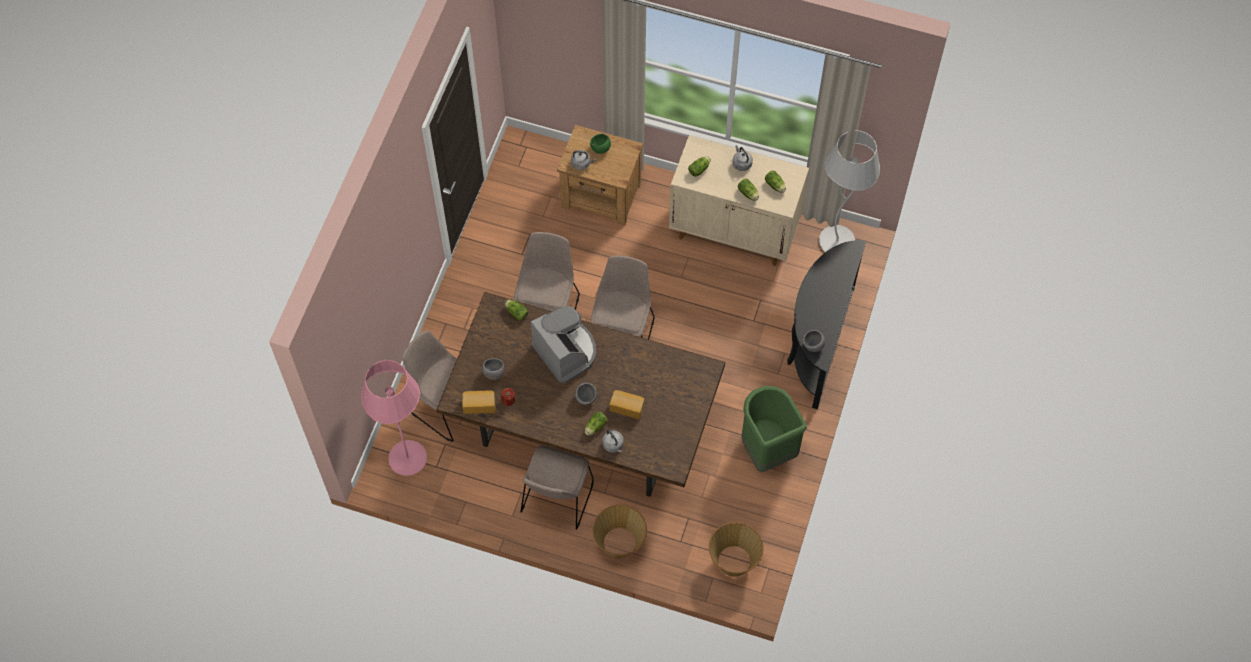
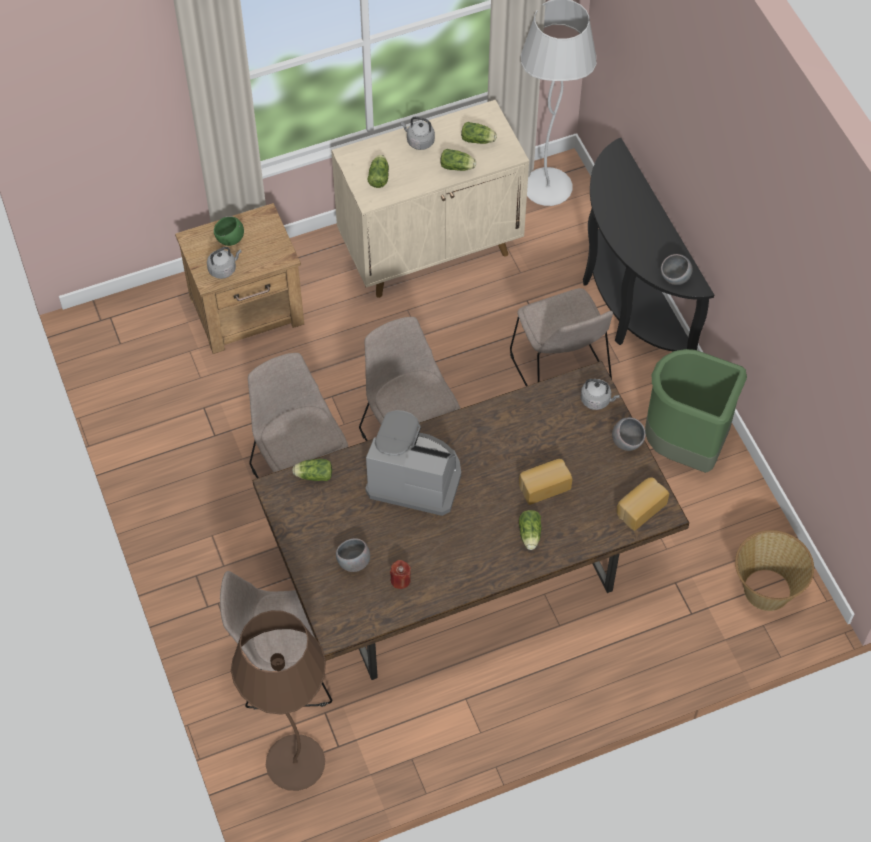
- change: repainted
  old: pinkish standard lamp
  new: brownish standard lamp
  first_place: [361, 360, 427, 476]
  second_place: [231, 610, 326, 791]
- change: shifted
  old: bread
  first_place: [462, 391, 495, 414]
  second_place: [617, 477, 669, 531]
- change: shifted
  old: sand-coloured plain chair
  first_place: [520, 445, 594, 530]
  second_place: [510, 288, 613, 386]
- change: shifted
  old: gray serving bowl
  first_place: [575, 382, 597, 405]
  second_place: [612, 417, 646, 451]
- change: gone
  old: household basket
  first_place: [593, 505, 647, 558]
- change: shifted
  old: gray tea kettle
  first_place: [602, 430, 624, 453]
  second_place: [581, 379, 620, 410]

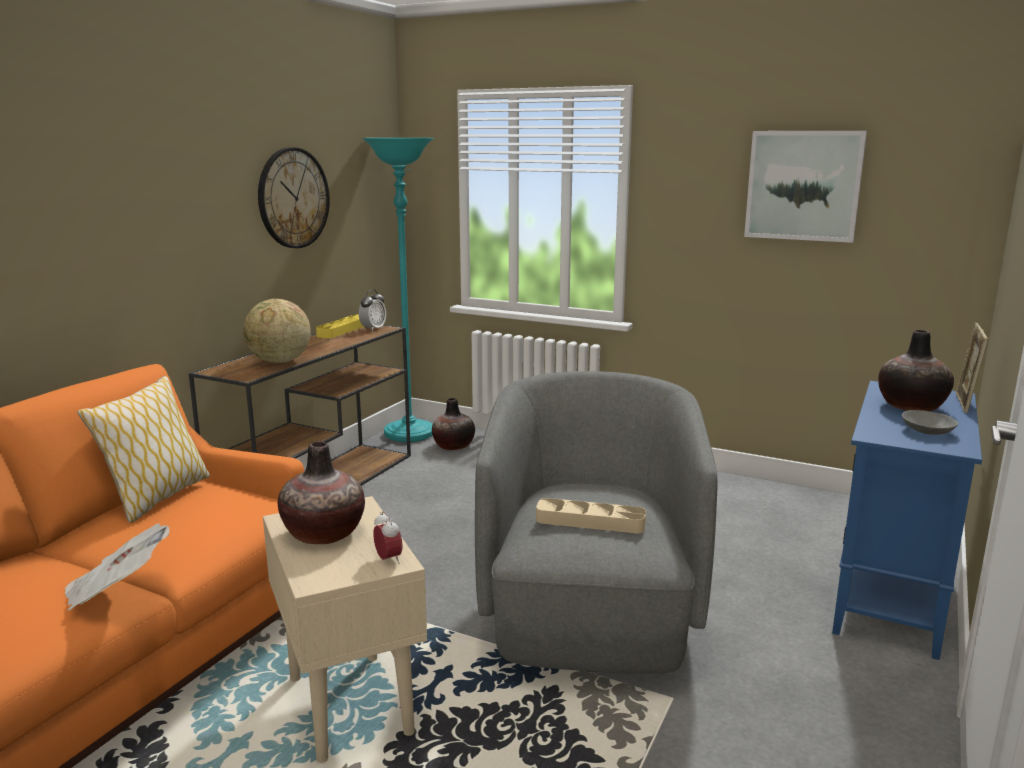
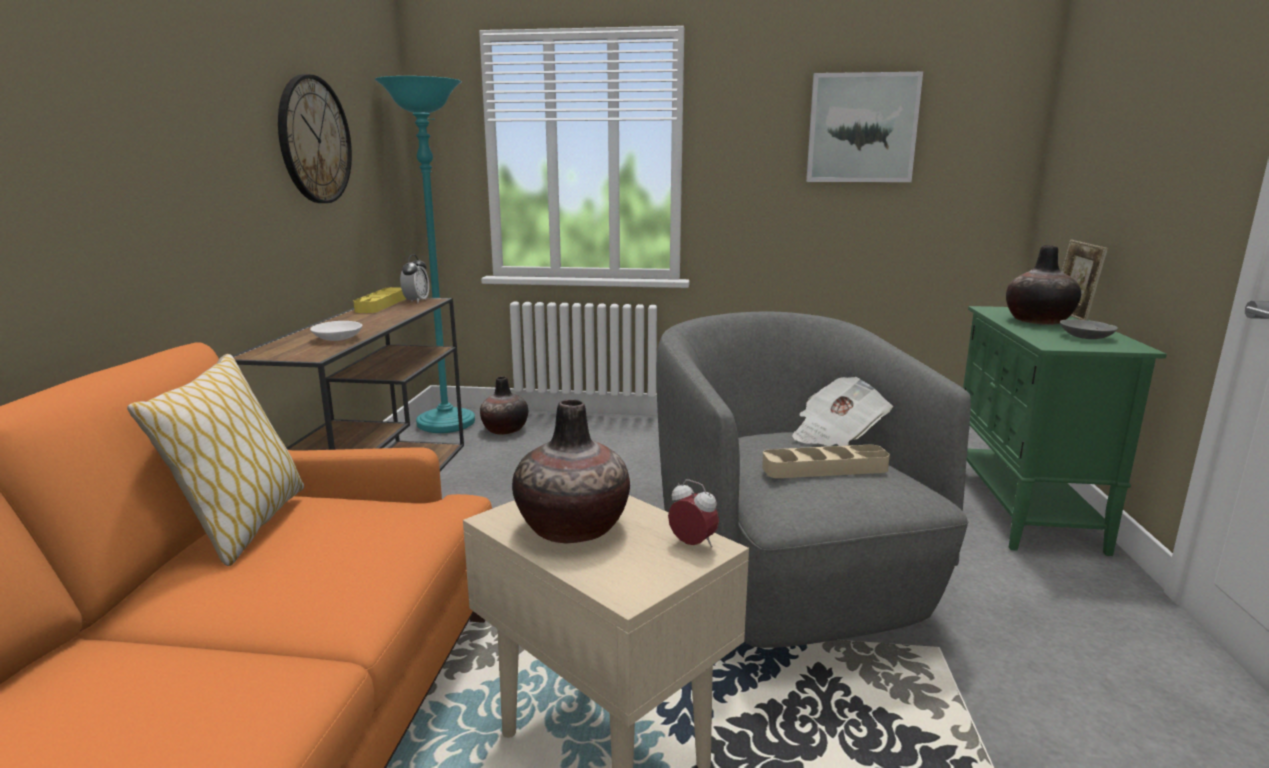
- change: shifted
  old: printed paper
  first_place: [65, 523, 169, 611]
  second_place: [792, 377, 893, 446]
- change: swapped
  old: globe
  new: whitish serving bowl
  first_place: [243, 299, 311, 363]
  second_place: [310, 321, 362, 341]
- change: repainted
  old: bluish cupboard
  new: green cupboard
  first_place: [832, 381, 982, 660]
  second_place: [963, 306, 1167, 556]

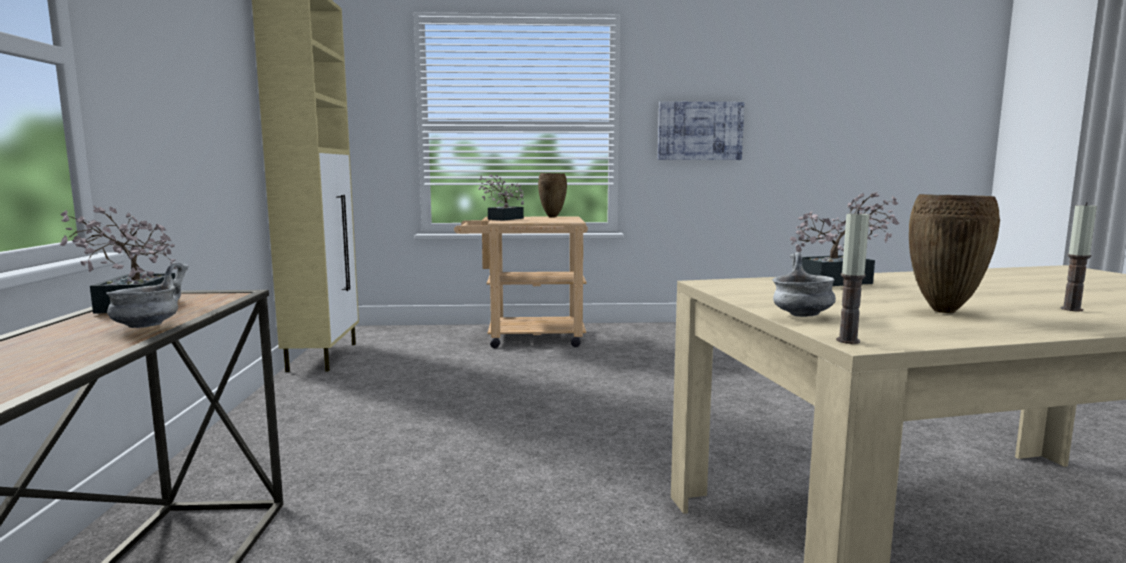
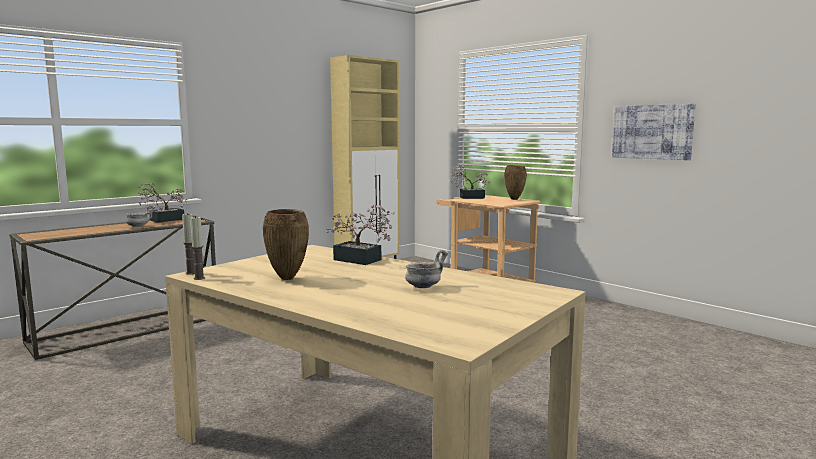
- change: shifted
  old: gray serving bowl
  first_place: [772, 252, 836, 317]
  second_place: [405, 250, 449, 288]
- change: shifted
  old: wax light
  first_place: [1061, 202, 1097, 311]
  second_place: [190, 216, 205, 280]

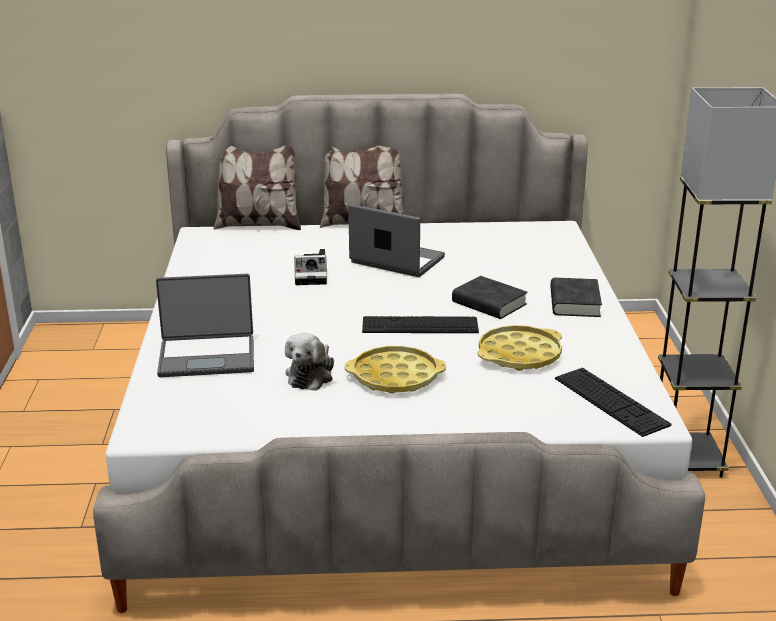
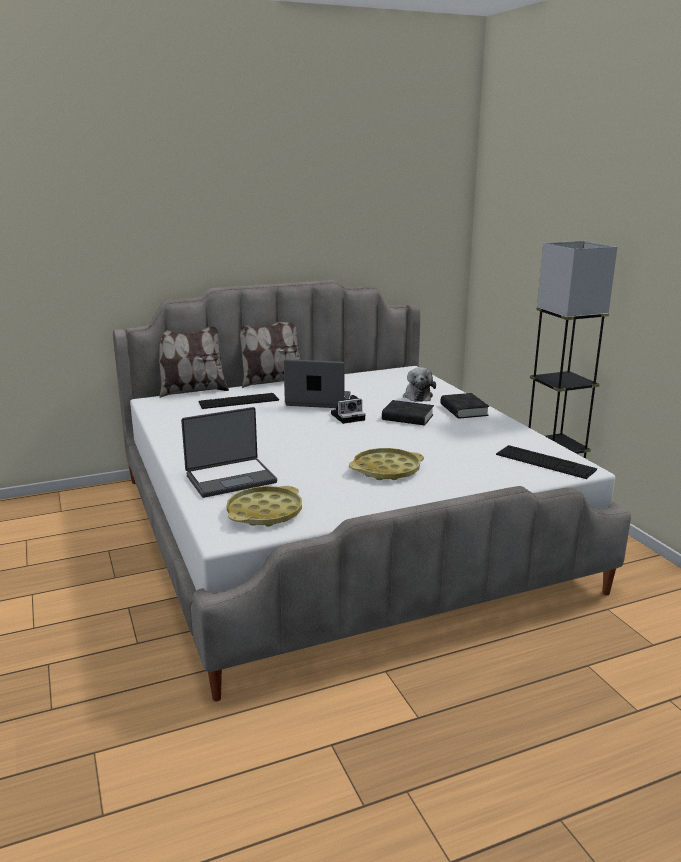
- change: shifted
  old: plush toy
  first_place: [285, 333, 334, 391]
  second_place: [403, 367, 436, 402]
- change: shifted
  old: photo camera
  first_place: [294, 249, 327, 285]
  second_place: [331, 395, 365, 424]
- change: shifted
  old: computer keyboard
  first_place: [362, 316, 479, 333]
  second_place: [198, 393, 279, 409]
- change: shifted
  old: yellowish serving tray
  first_place: [478, 325, 562, 371]
  second_place: [227, 486, 302, 527]

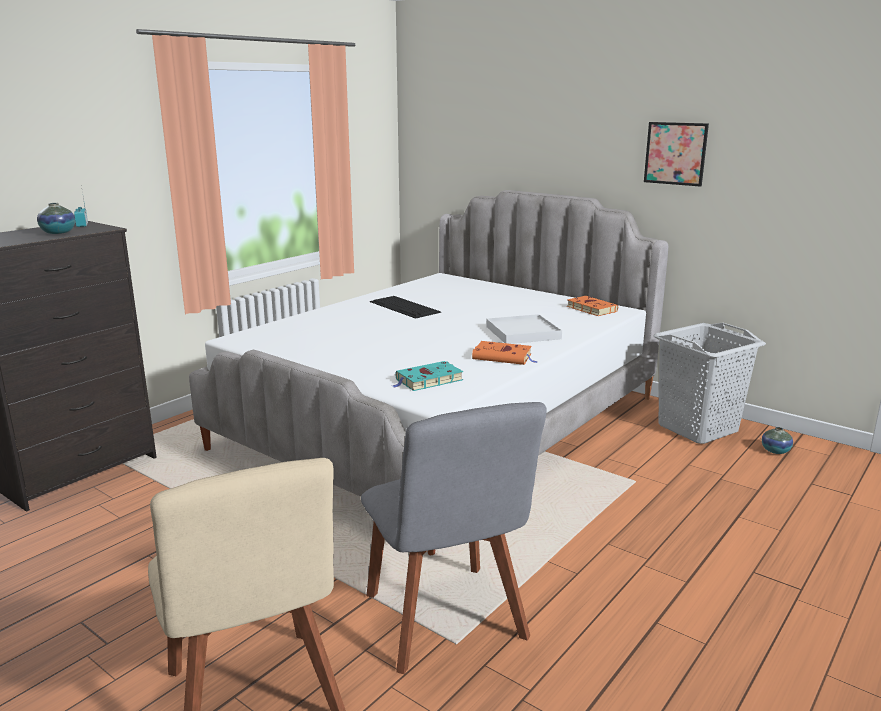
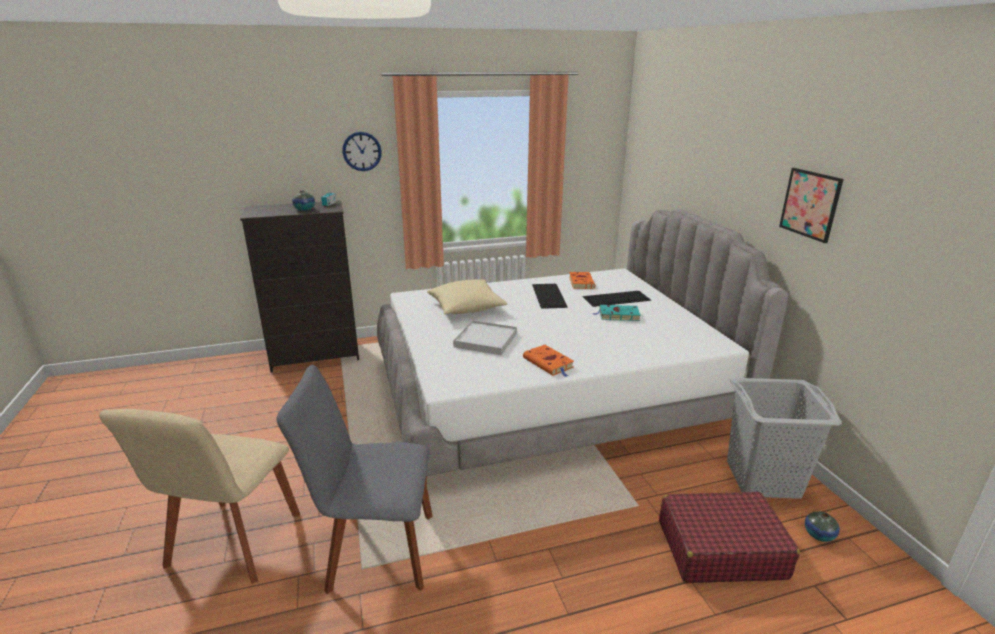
- change: rotated
  old: gray plain chair
  first_place: [361, 402, 547, 674]
  second_place: [276, 365, 433, 594]
  degrees: 75
- change: shifted
  old: turquoise volume
  first_place: [393, 361, 463, 391]
  second_place: [593, 305, 640, 321]
- change: shifted
  old: whitish serving tray
  first_place: [486, 314, 562, 344]
  second_place: [453, 320, 517, 355]
- change: shifted
  old: orange volume
  first_place: [567, 296, 618, 316]
  second_place: [569, 272, 595, 289]
- change: new
  new: hanging clock
  second_place: [342, 132, 382, 171]
- change: new
  new: sand-coloured pillow
  second_place: [427, 279, 508, 314]
- change: new
  new: computer keyboard
  second_place: [583, 291, 651, 307]
- change: new
  new: reddish suitcase
  second_place: [659, 492, 800, 583]

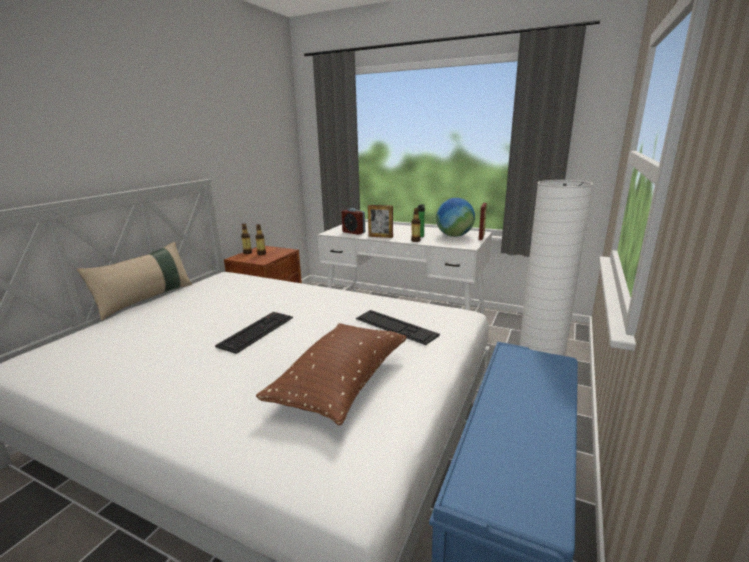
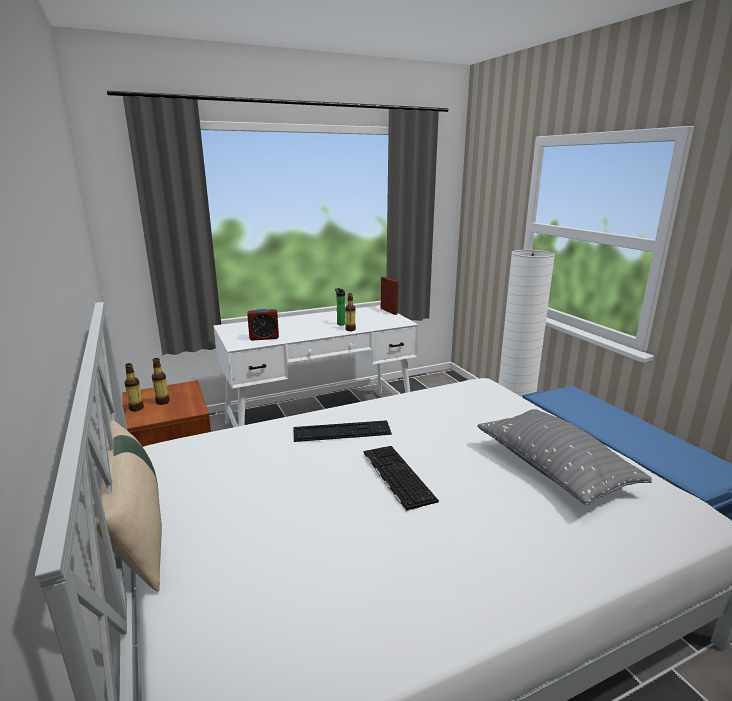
- change: repainted
  old: brownish pillow
  new: gray pillow
  first_place: [256, 323, 407, 425]
  second_place: [477, 409, 652, 505]
- change: shifted
  old: computer keyboard
  first_place: [356, 310, 440, 345]
  second_place: [294, 420, 392, 442]
- change: gone
  old: picture frame
  first_place: [368, 205, 393, 238]
- change: gone
  old: globe
  first_place: [436, 198, 475, 237]

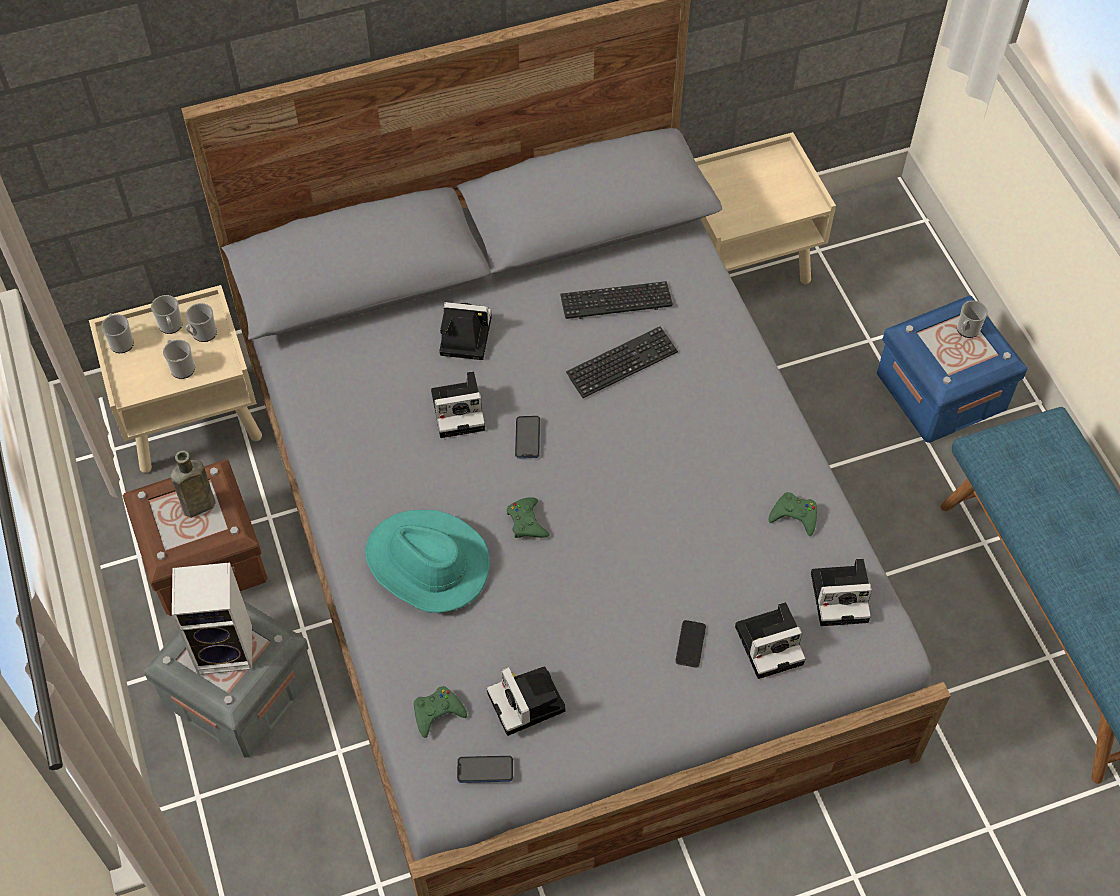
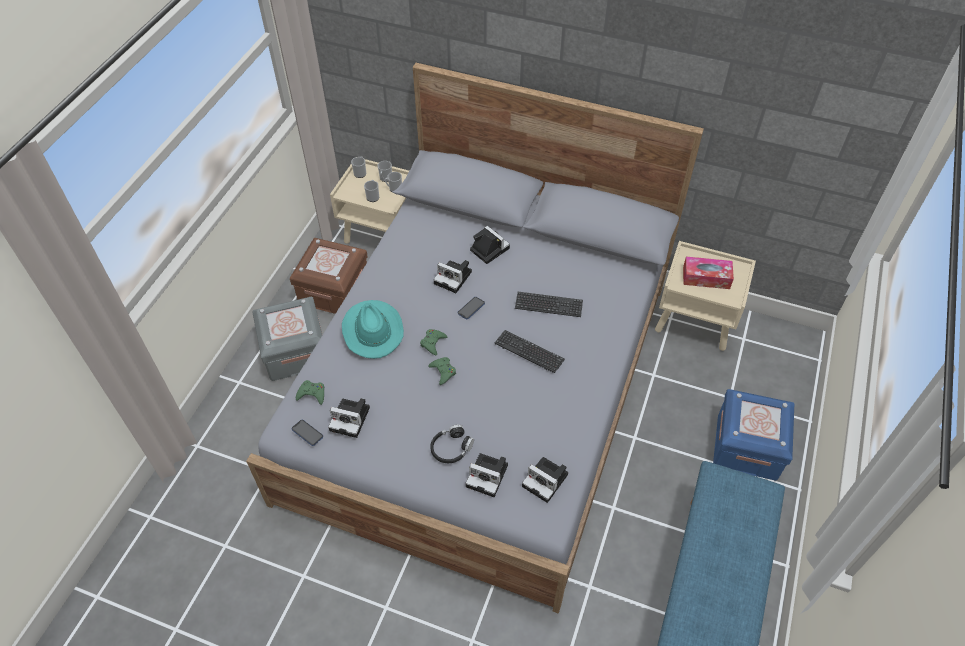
- change: gone
  old: brownish bottle
  first_place: [170, 450, 216, 518]
- change: gone
  old: speaker
  first_place: [172, 563, 252, 675]
- change: rotated
  old: photo camera
  first_place: [487, 666, 566, 736]
  second_place: [328, 398, 370, 438]
  degrees: -90
- change: shifted
  old: computer keyboard
  first_place: [560, 281, 673, 319]
  second_place: [495, 330, 565, 373]
- change: swapped
  old: telephone
  new: blackish headphones
  first_place: [676, 620, 706, 668]
  second_place: [430, 424, 474, 463]
- change: shifted
  old: green game controller
  first_place: [769, 492, 817, 536]
  second_place: [428, 357, 456, 385]
- change: gone
  old: mug
  first_place: [957, 300, 988, 338]
- change: new
  new: tissue box
  second_place: [683, 256, 734, 289]

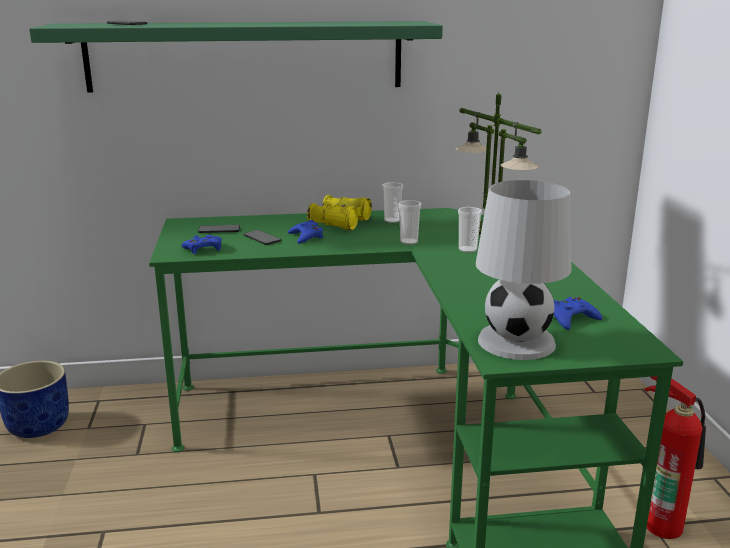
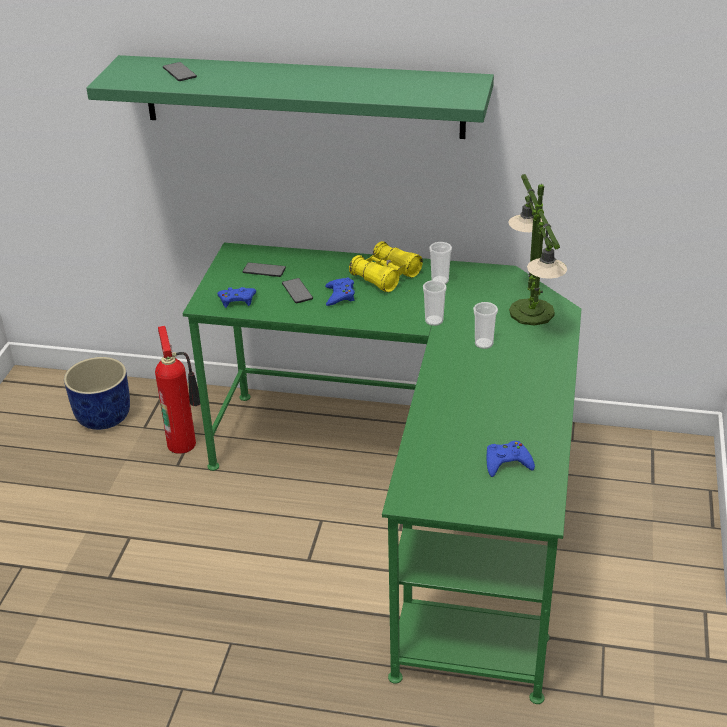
- change: gone
  old: whitish lamp for a table
  first_place: [476, 180, 572, 360]
- change: shifted
  old: extinguisher
  first_place: [645, 376, 706, 539]
  second_place: [155, 326, 200, 454]

